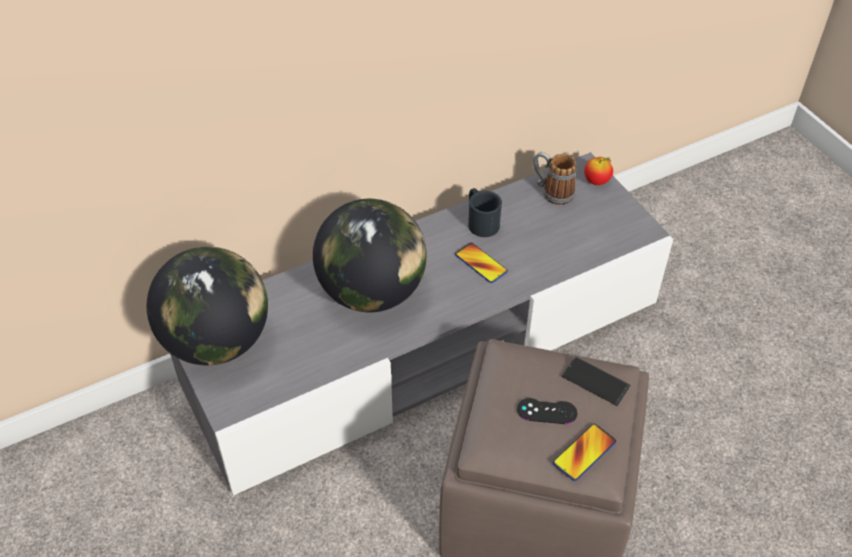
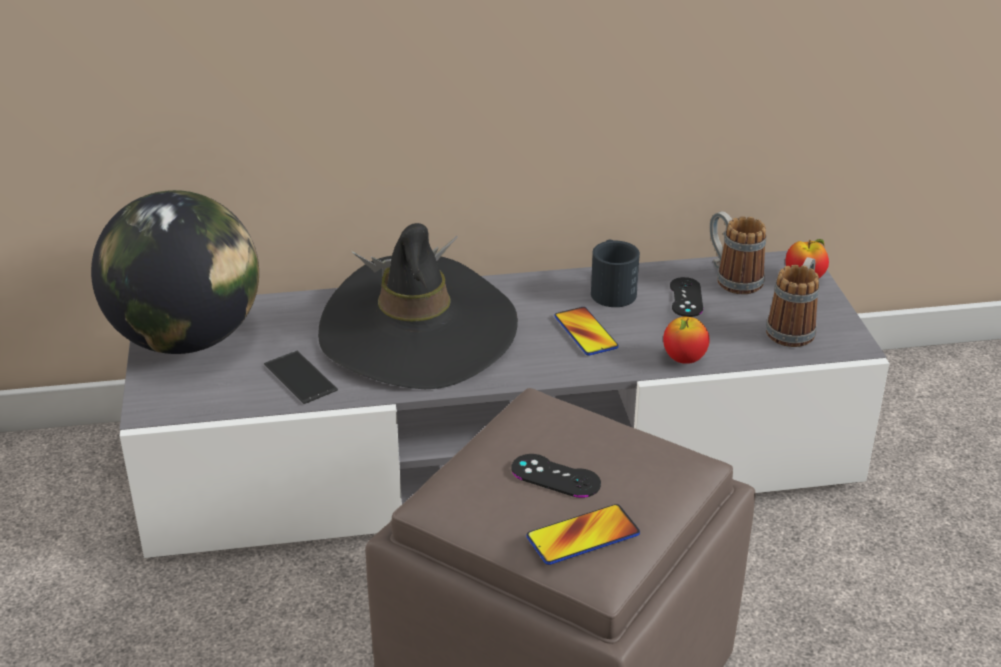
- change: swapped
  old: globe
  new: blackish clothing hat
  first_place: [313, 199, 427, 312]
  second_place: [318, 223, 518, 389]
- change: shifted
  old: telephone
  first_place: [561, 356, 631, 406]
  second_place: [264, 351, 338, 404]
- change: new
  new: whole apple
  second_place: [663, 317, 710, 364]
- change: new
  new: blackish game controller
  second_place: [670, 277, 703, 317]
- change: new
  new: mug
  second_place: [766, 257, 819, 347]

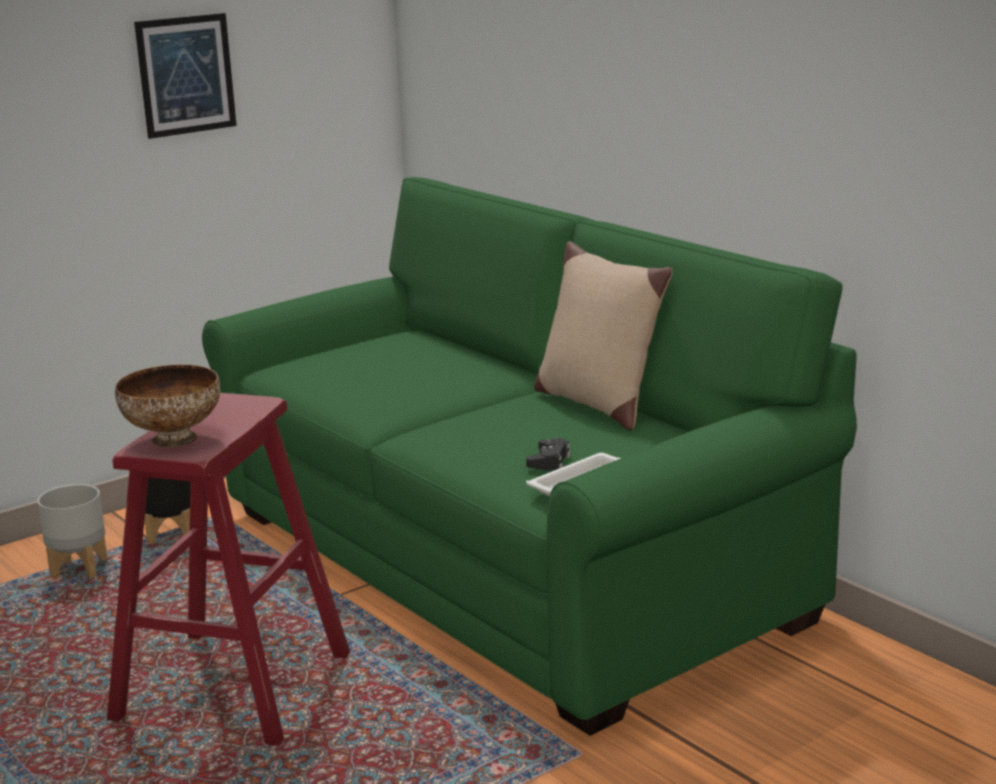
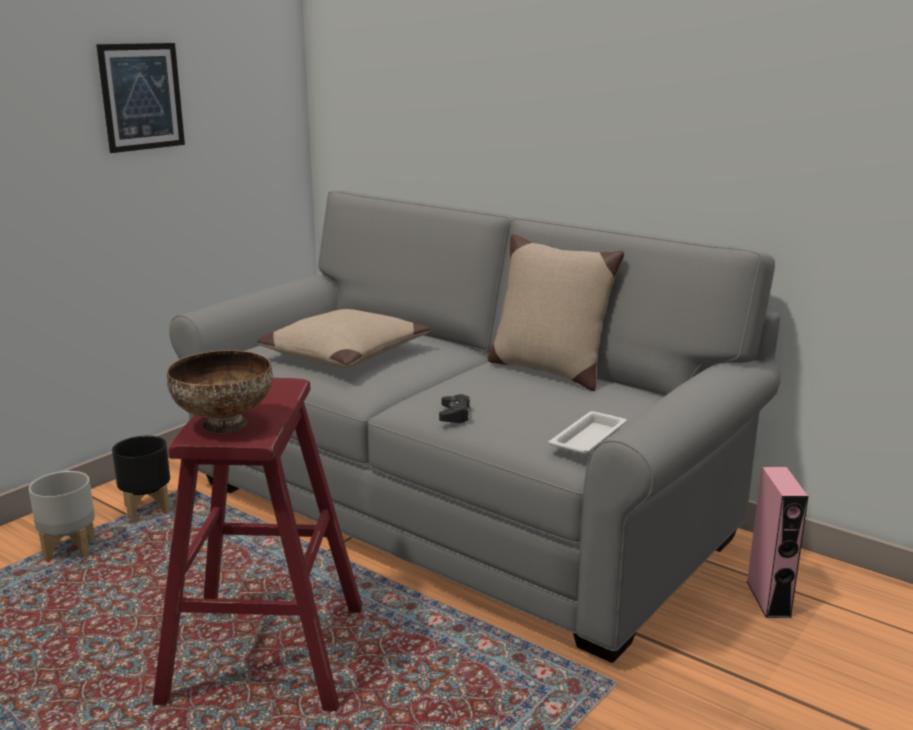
- change: repainted
  old: green couch
  new: gray couch
  first_place: [202, 177, 857, 736]
  second_place: [169, 190, 781, 663]
- change: shifted
  old: blackish game controller
  first_place: [526, 438, 571, 471]
  second_place: [439, 394, 471, 423]
- change: new
  new: sand-coloured pillow
  second_place: [257, 309, 430, 368]
- change: new
  new: pinkish speaker
  second_place: [747, 467, 808, 618]

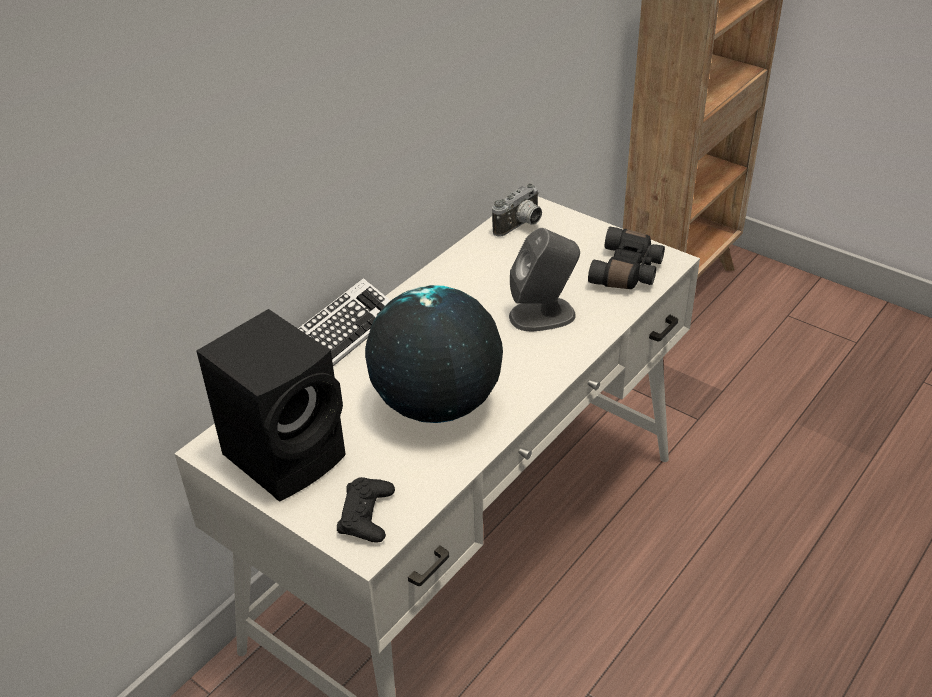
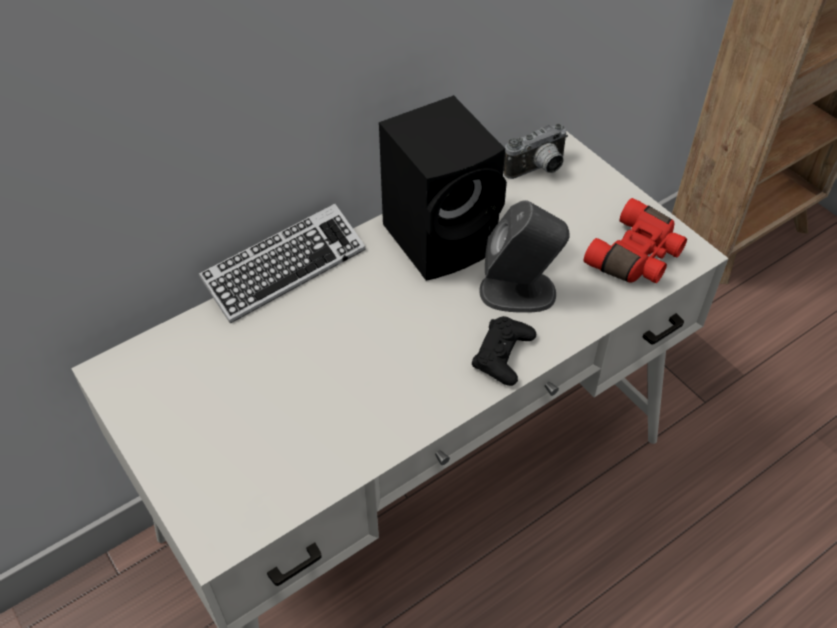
- change: shifted
  old: blackish speaker
  first_place: [197, 309, 346, 502]
  second_place: [379, 95, 507, 281]
- change: shifted
  old: blackish game controller
  first_place: [337, 477, 395, 542]
  second_place: [472, 316, 536, 386]
- change: gone
  old: globe
  first_place: [365, 285, 503, 423]
- change: repainted
  old: blackish pair of binoculars
  new: reddish pair of binoculars
  first_place: [588, 227, 665, 289]
  second_place: [583, 198, 687, 283]

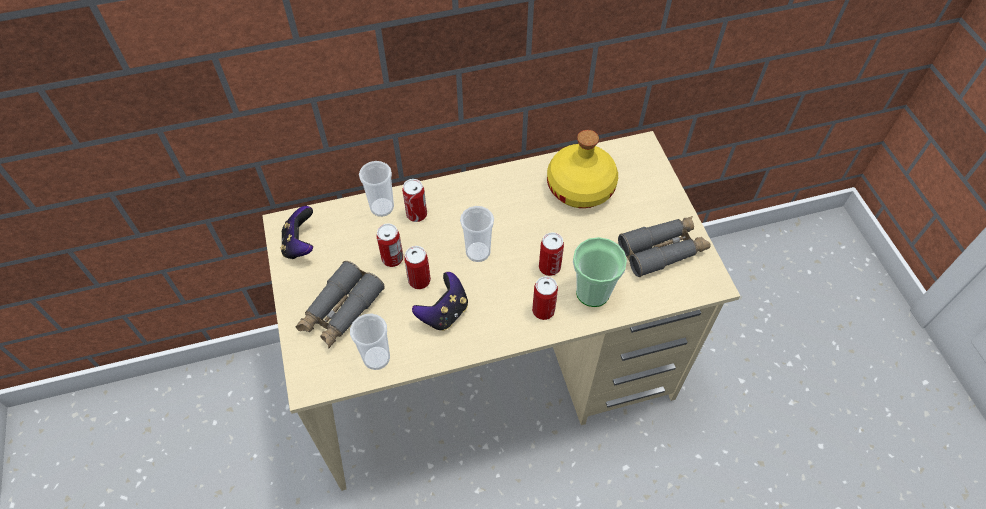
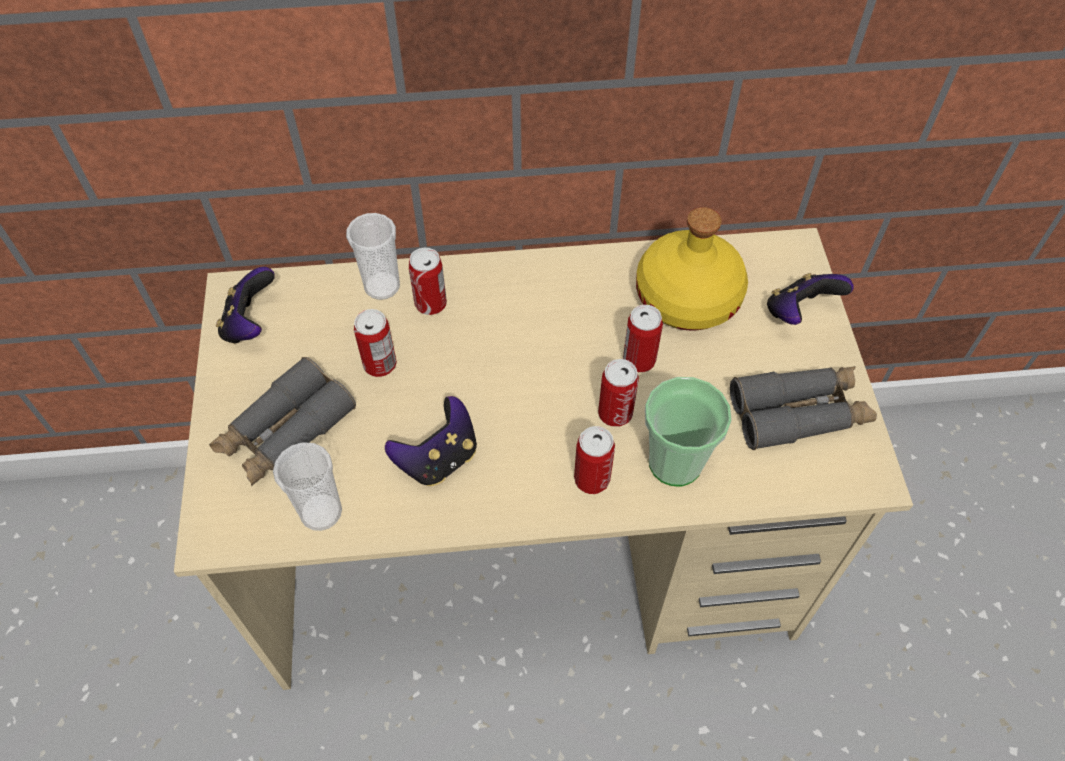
- change: shifted
  old: sealed can
  first_place: [404, 246, 431, 289]
  second_place: [623, 305, 663, 372]
- change: gone
  old: drinking cup
  first_place: [460, 206, 494, 262]
- change: new
  new: game controller
  second_place: [767, 273, 854, 325]

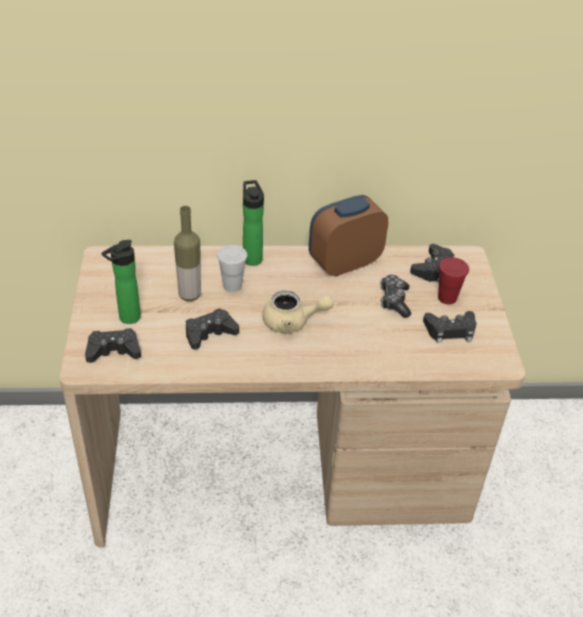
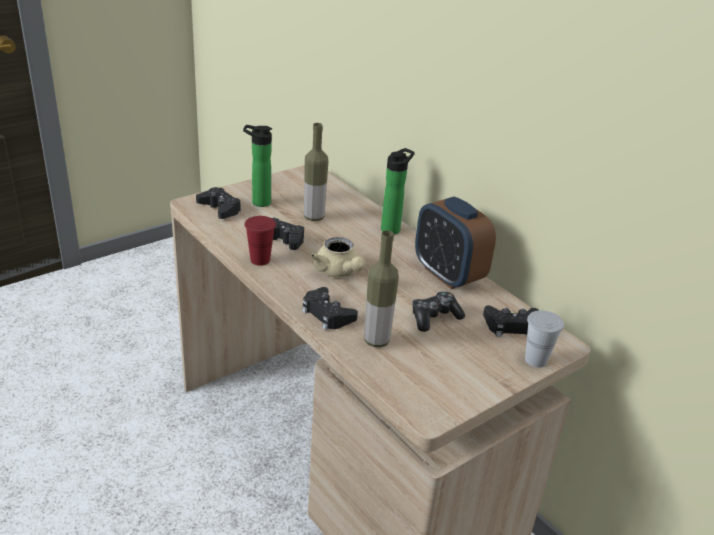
- change: shifted
  old: whitish drinking cup
  first_place: [217, 245, 247, 292]
  second_place: [525, 310, 564, 367]
- change: rotated
  old: table clock
  first_place: [309, 195, 389, 277]
  second_place: [415, 196, 496, 289]
  degrees: -150
- change: shifted
  old: blackish game controller
  first_place: [423, 311, 476, 343]
  second_place: [302, 287, 358, 330]
- change: shifted
  old: reddish drinking cup
  first_place: [438, 257, 469, 305]
  second_place: [244, 216, 276, 266]
- change: new
  new: bottle
  second_place: [364, 231, 399, 348]

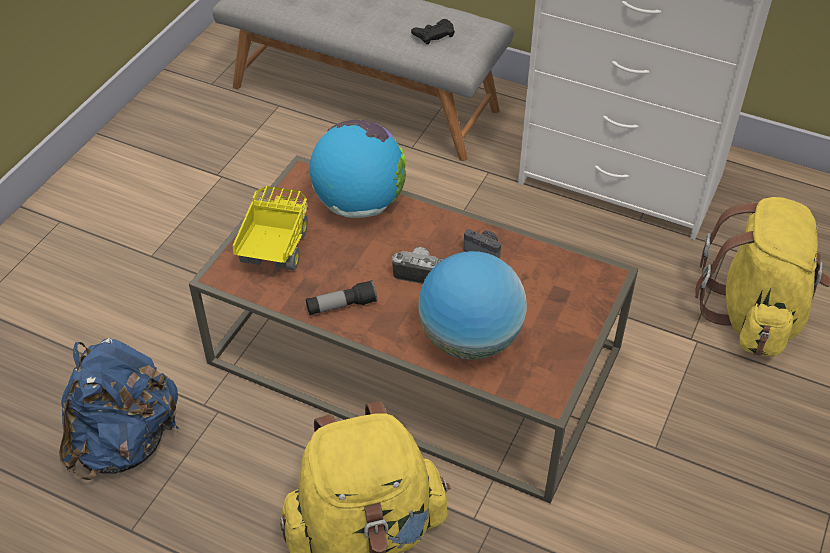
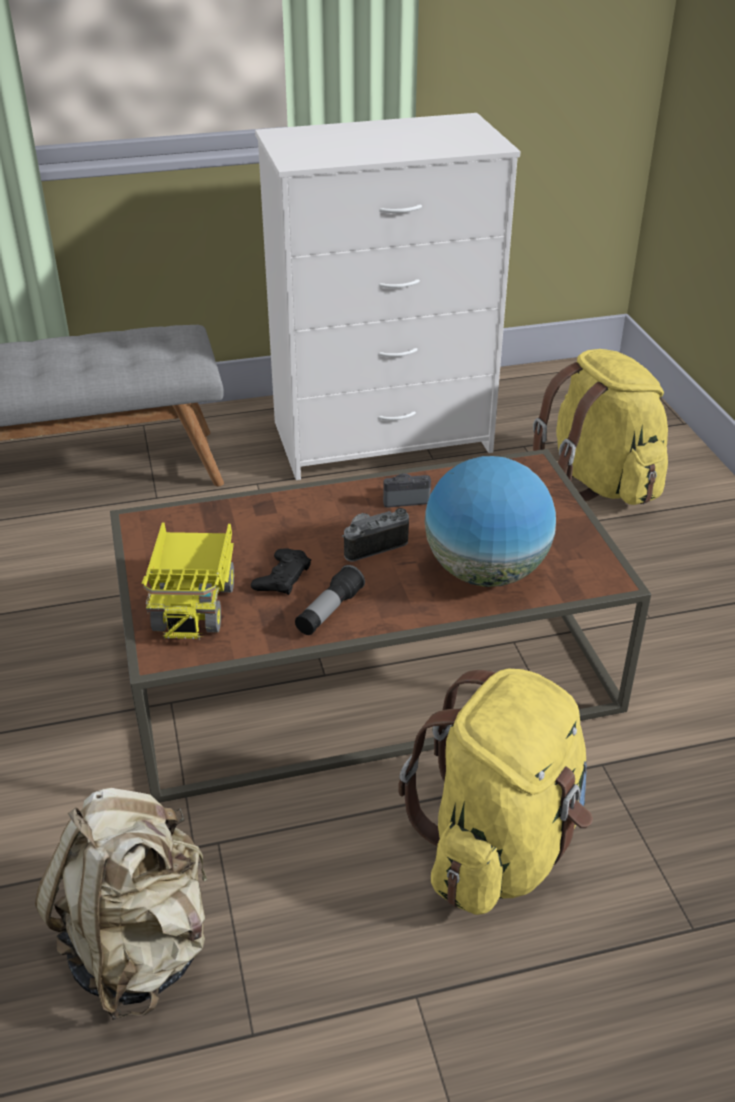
- change: repainted
  old: bluish backpack
  new: sand-coloured backpack
  first_place: [59, 338, 179, 480]
  second_place: [35, 788, 207, 1020]
- change: rotated
  old: toy lorry
  first_place: [233, 186, 308, 271]
  second_place: [141, 522, 234, 640]
  degrees: -150
- change: gone
  old: globe
  first_place: [310, 120, 407, 218]
- change: shifted
  old: blackish game controller
  first_place: [411, 19, 455, 44]
  second_place: [251, 549, 311, 595]

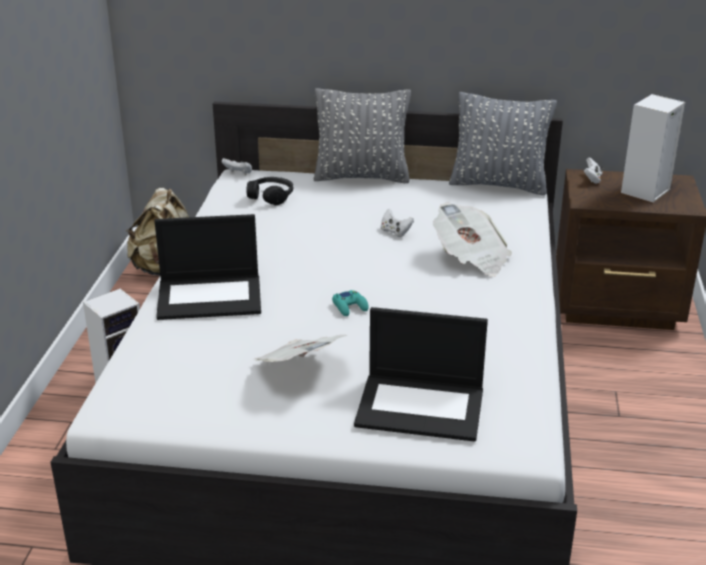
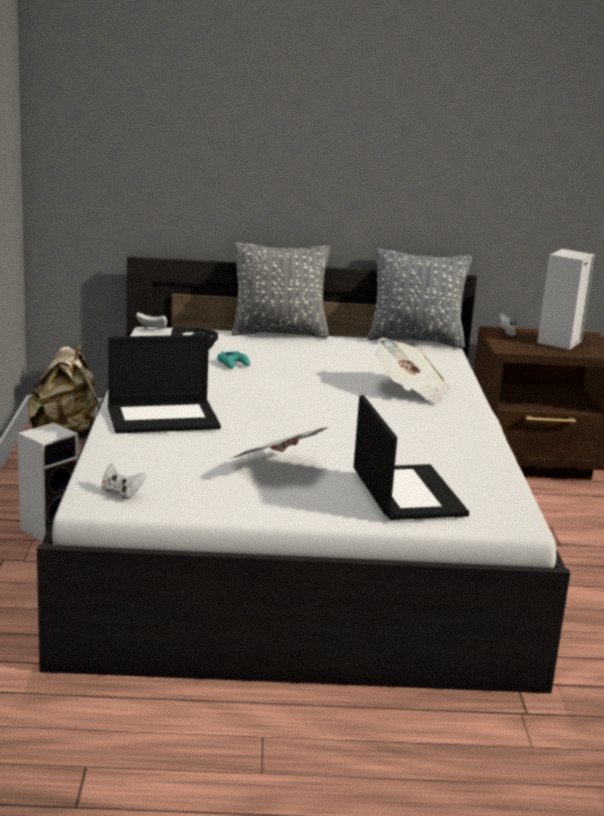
- change: shifted
  old: turquoise game controller
  first_place: [332, 290, 369, 316]
  second_place: [217, 351, 250, 369]
- change: rotated
  old: laptop
  first_place: [354, 307, 488, 442]
  second_place: [354, 395, 469, 520]
  degrees: -105
- change: shifted
  old: whitish game controller
  first_place: [381, 209, 414, 237]
  second_place: [101, 462, 146, 499]

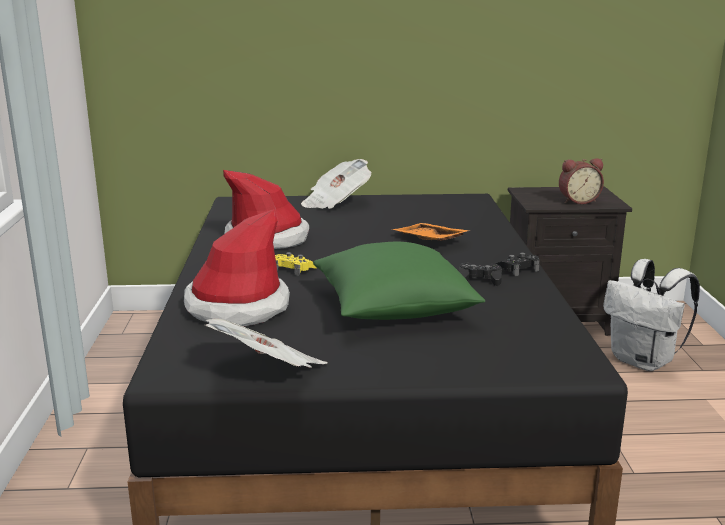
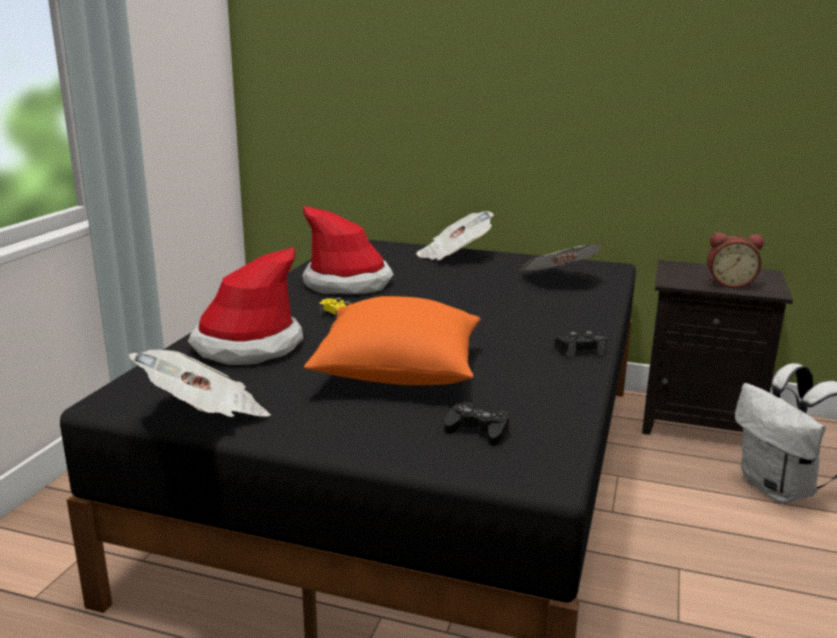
- change: repainted
  old: green pillow
  new: orange pillow
  first_place: [313, 242, 485, 320]
  second_place: [304, 296, 480, 385]
- change: gone
  old: orange serving tray
  first_place: [393, 223, 470, 241]
- change: shifted
  old: blackish game controller
  first_place: [459, 262, 502, 286]
  second_place: [444, 402, 509, 446]
- change: new
  new: printed paper
  second_place: [520, 244, 603, 271]

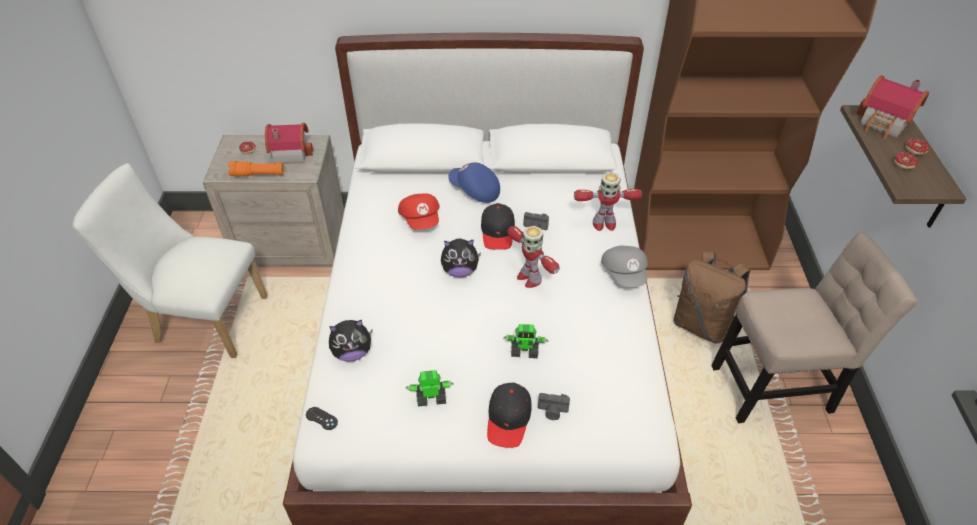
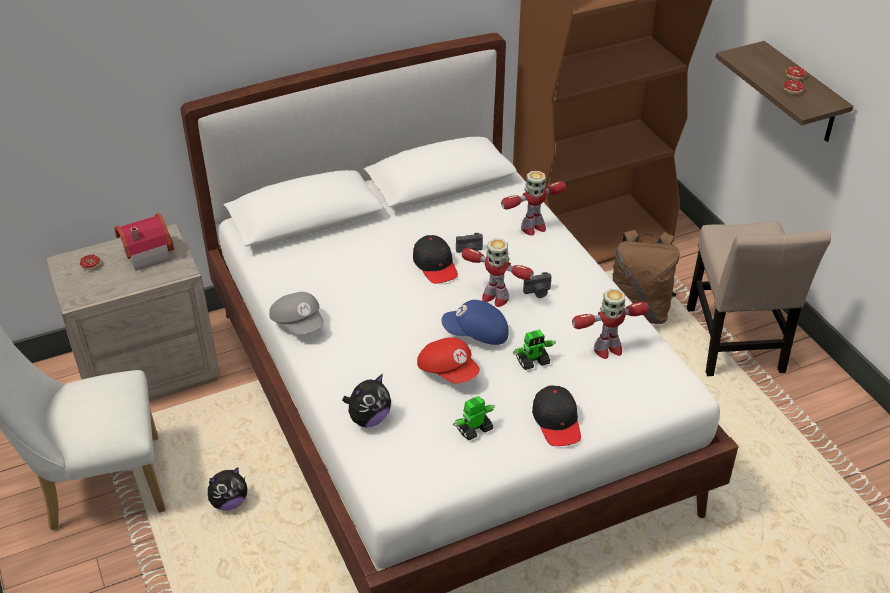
- change: gone
  old: orange torch
  first_place: [228, 161, 284, 177]
- change: gone
  old: blackish game controller
  first_place: [306, 407, 338, 430]
- change: shifted
  old: reddish cap
  first_place: [398, 193, 440, 230]
  second_place: [417, 337, 480, 384]
- change: shifted
  old: plush toy
  first_place: [441, 239, 481, 277]
  second_place: [208, 467, 247, 511]
- change: shifted
  old: bluish cap
  first_place: [448, 162, 500, 203]
  second_place: [442, 300, 509, 345]
- change: shifted
  old: photo camera
  first_place: [538, 393, 570, 420]
  second_place: [523, 272, 552, 298]
- change: shifted
  old: gray cap
  first_place: [601, 246, 648, 287]
  second_place: [269, 292, 324, 335]
- change: rotated
  old: sand-coloured plain chair
  first_place: [711, 232, 918, 423]
  second_place: [687, 221, 831, 376]
  degrees: 120
- change: gone
  old: miniature house
  first_place: [856, 75, 929, 140]
- change: new
  new: robot figure
  second_place: [572, 289, 649, 359]

